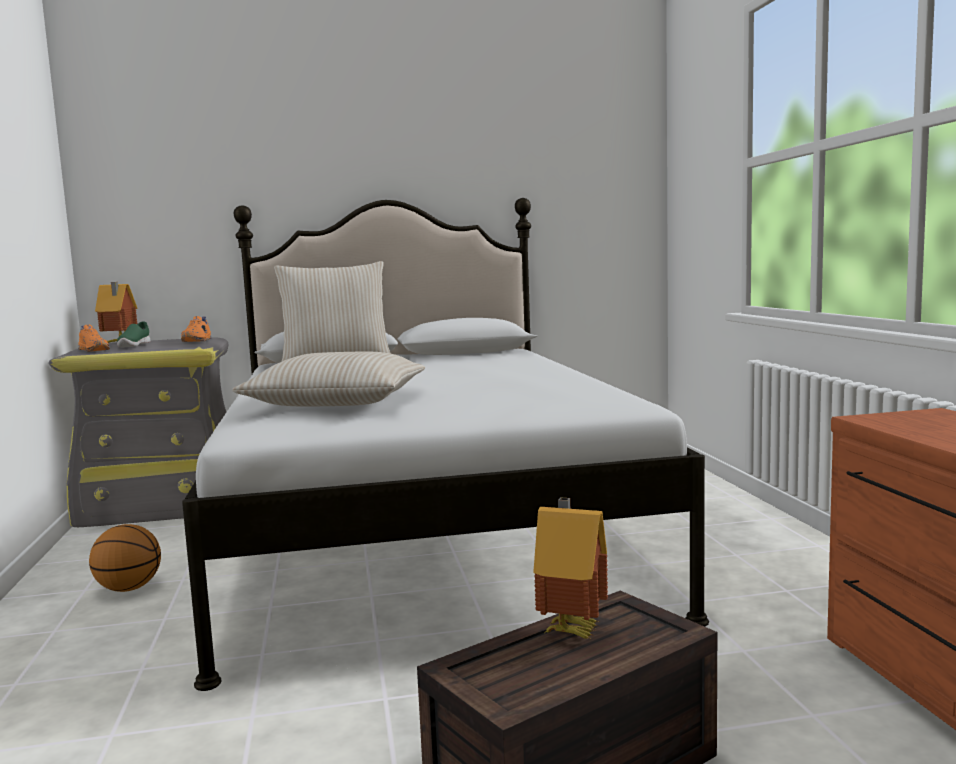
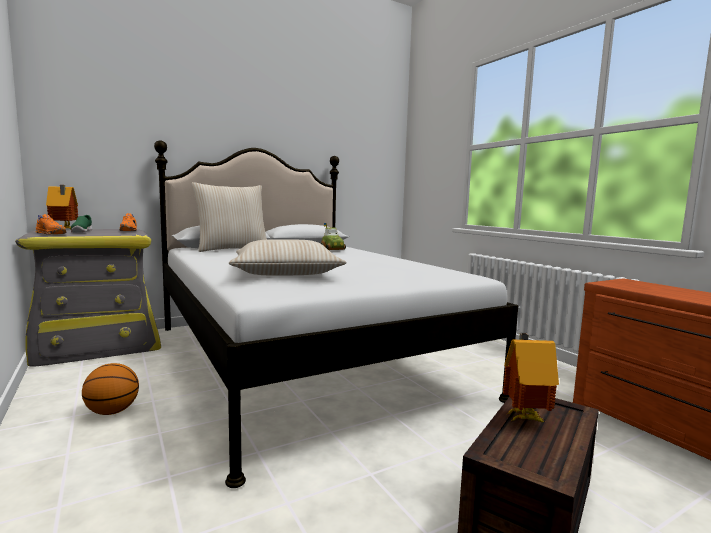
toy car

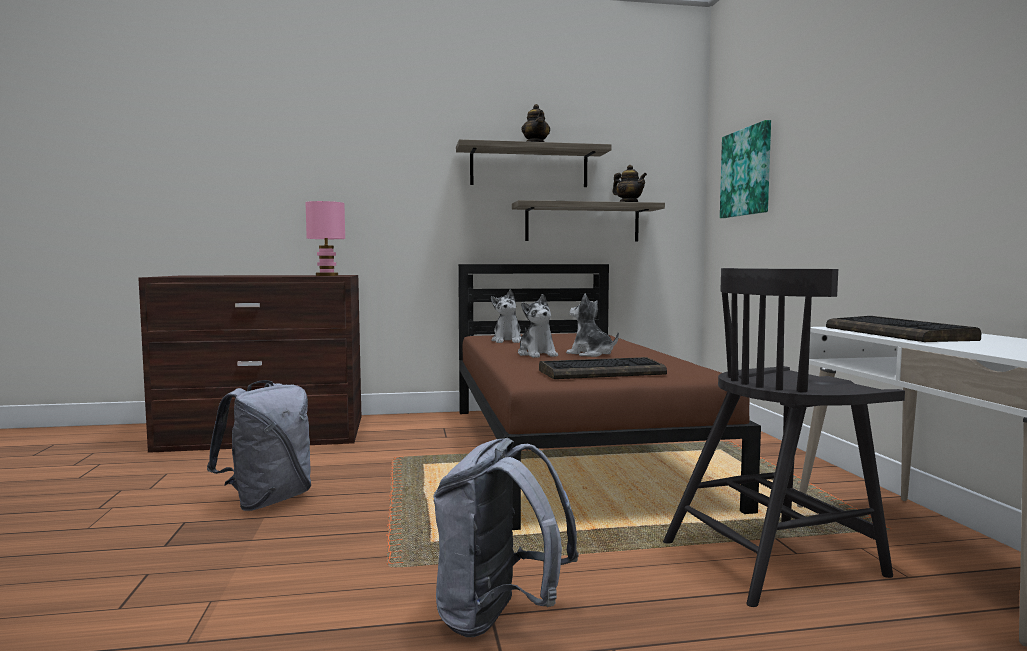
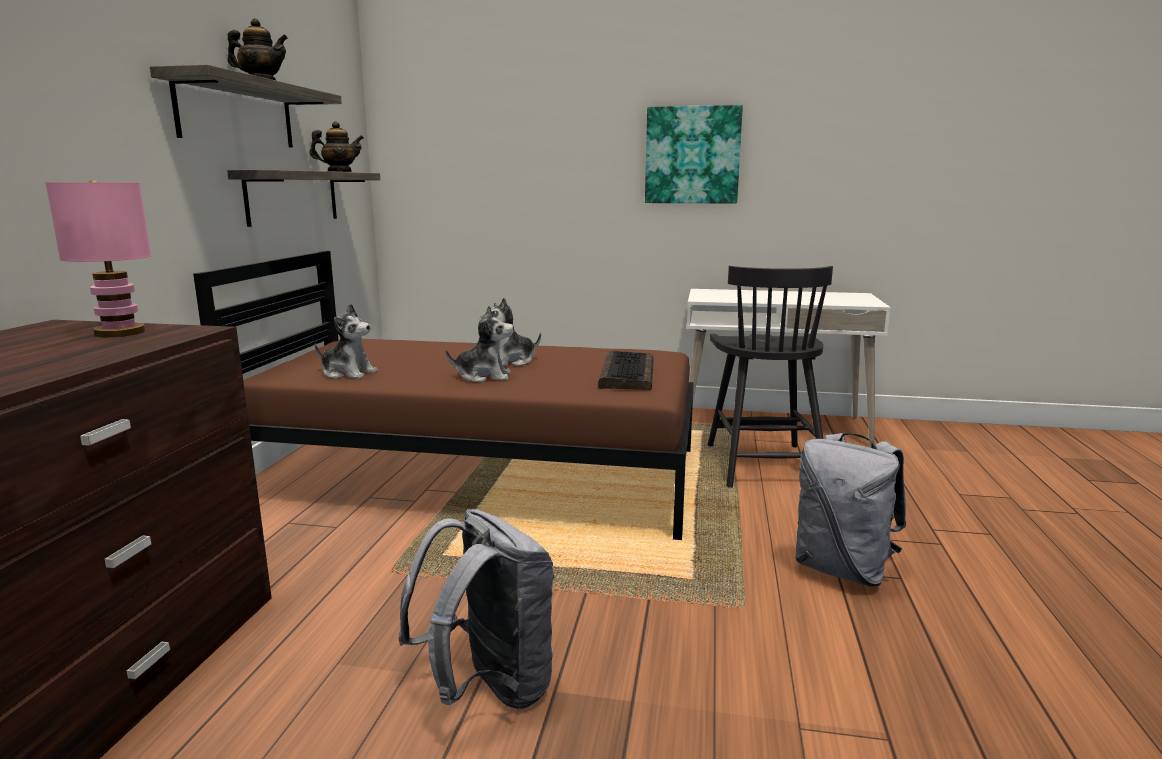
picture; keyboard (2nd from left in the first image)

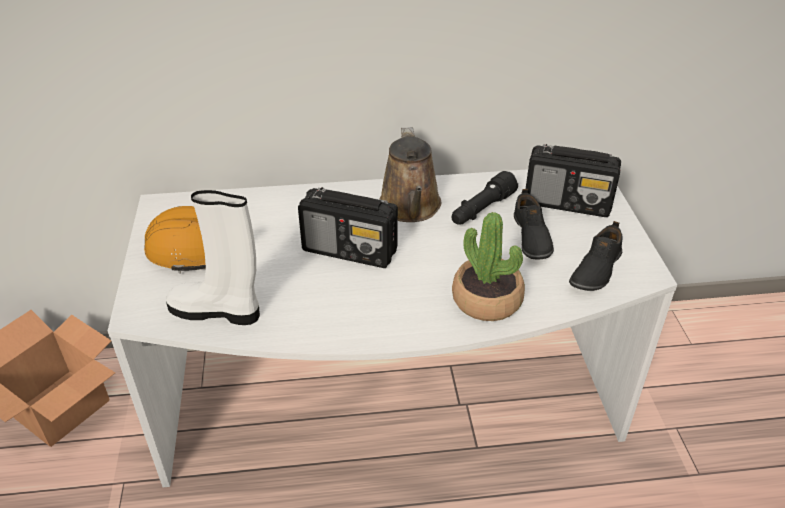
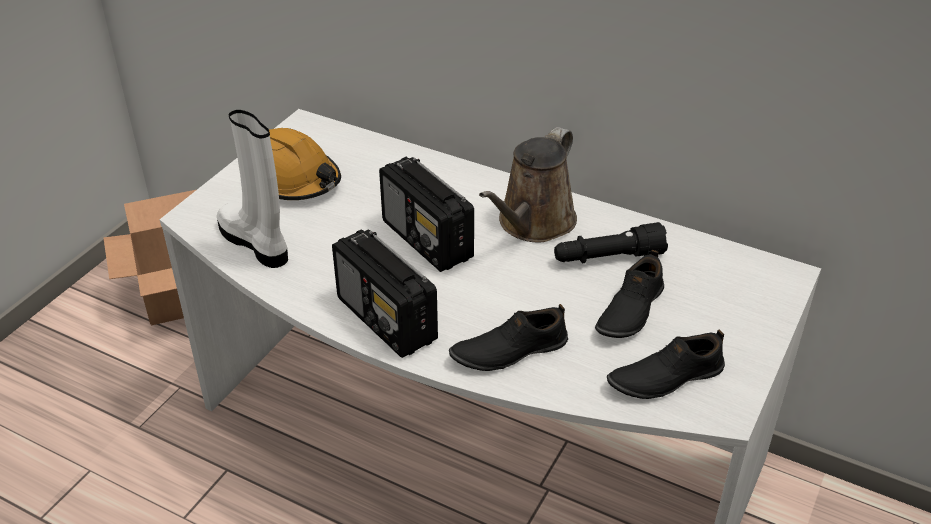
radio (1st from left); shoe in black (1st from left)

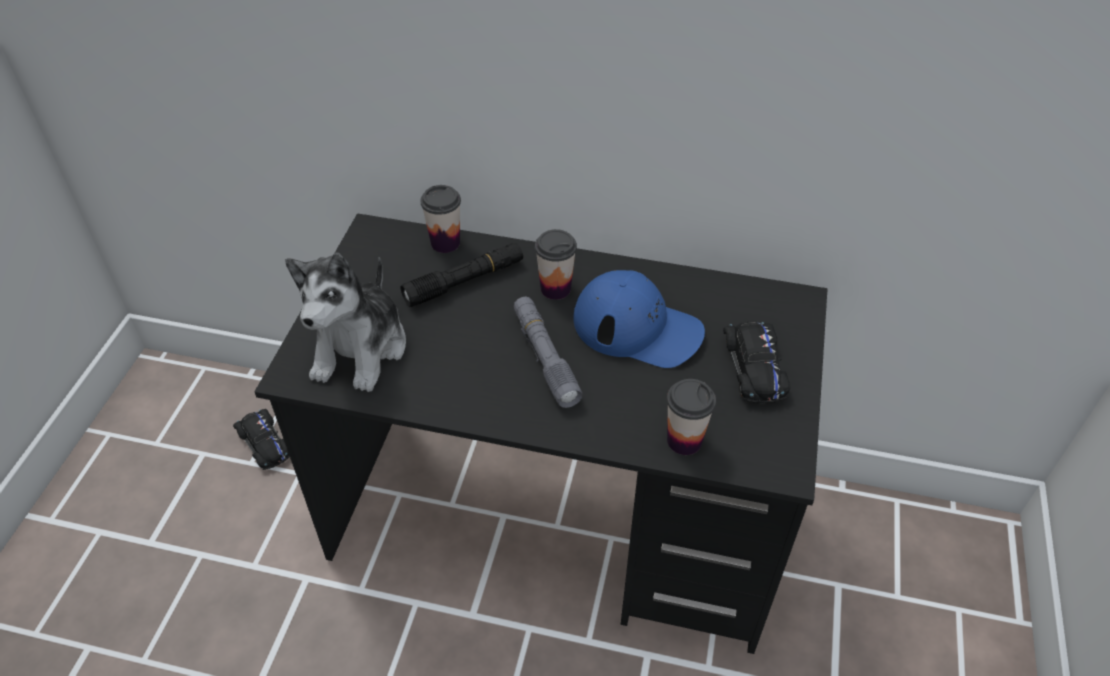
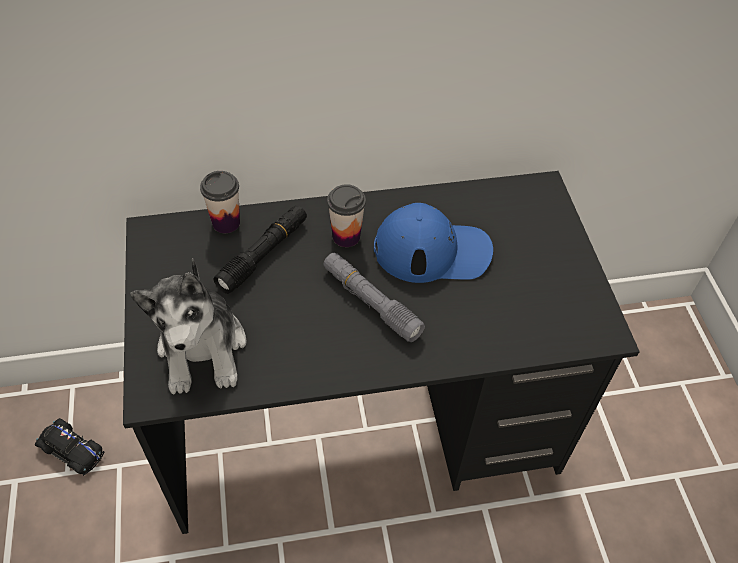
cup (3rd from left in the first image); toy car in black (2nd from left in the first image)

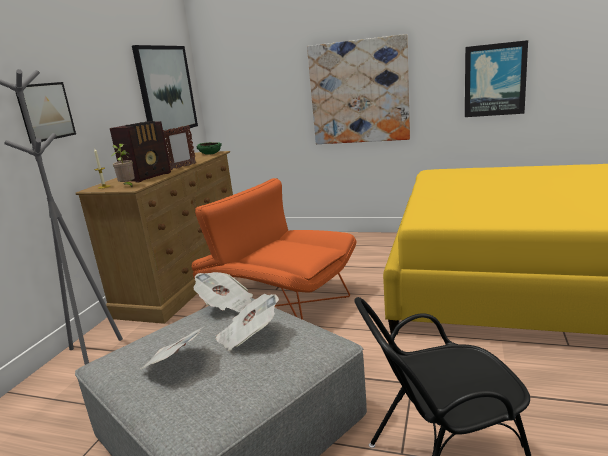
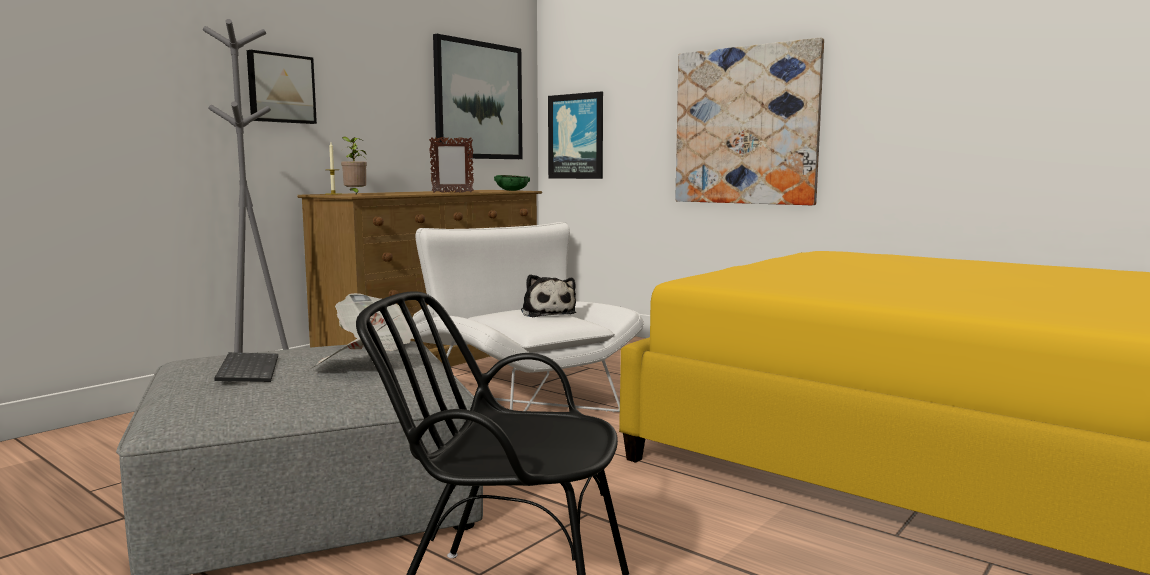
keyboard; armchair in white; plush toy; picture (3rd from left); radio

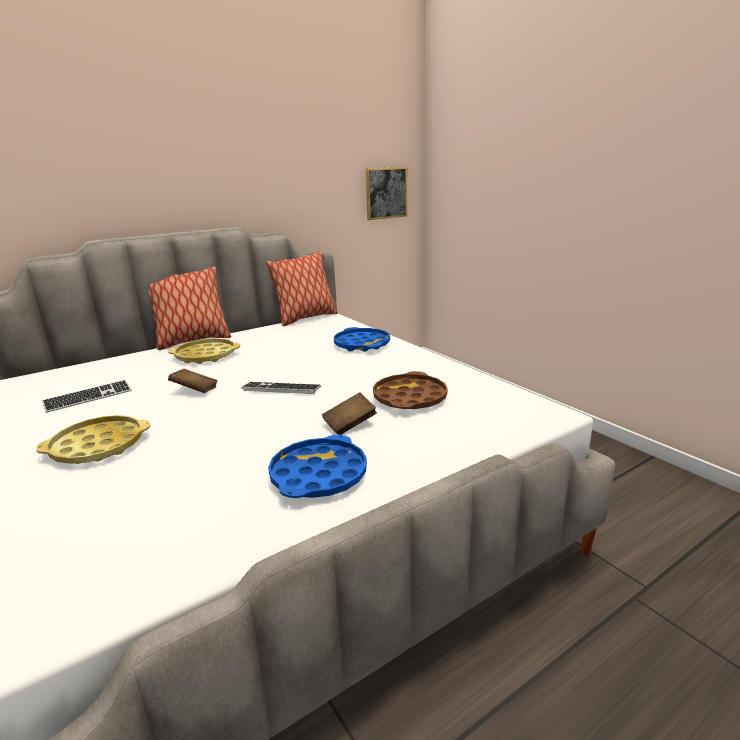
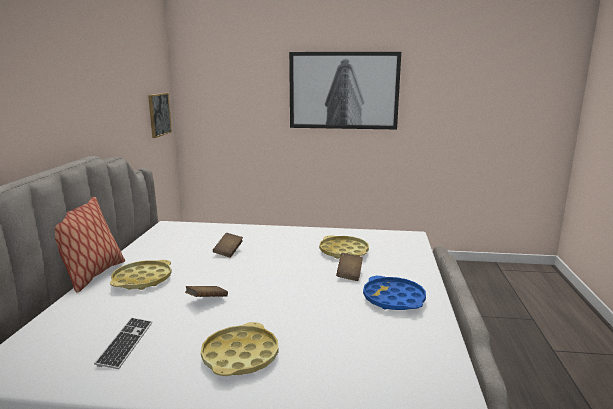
book in brown (2nd from left); picture (2nd from left); tray in yellow (3rd from left); keyboard (2nd from left in the first image); pillow (2nd from left in the first image); tray in blue (2nd from left in the first image)

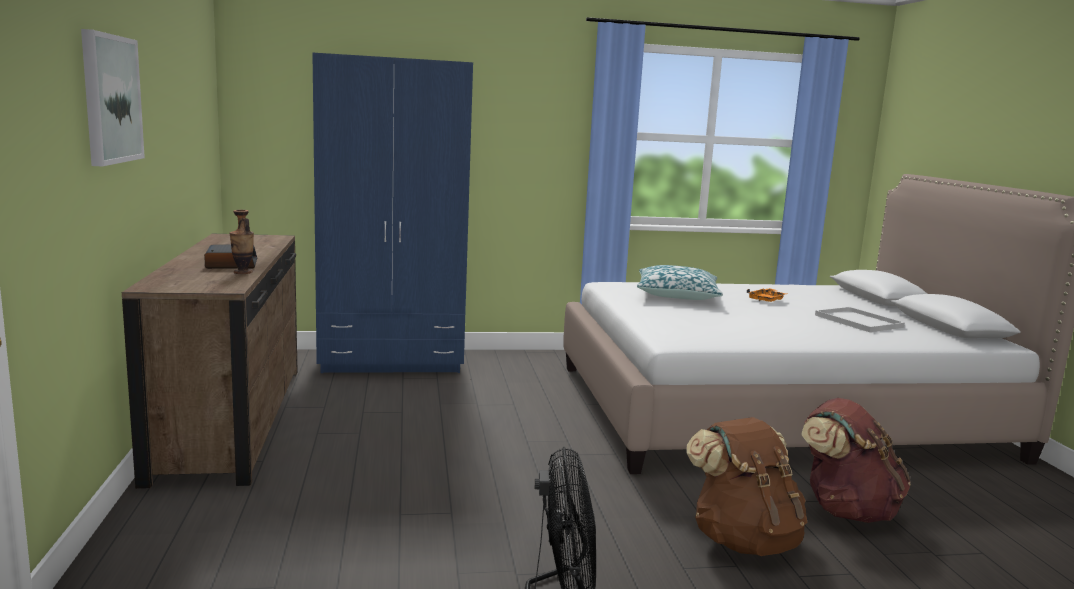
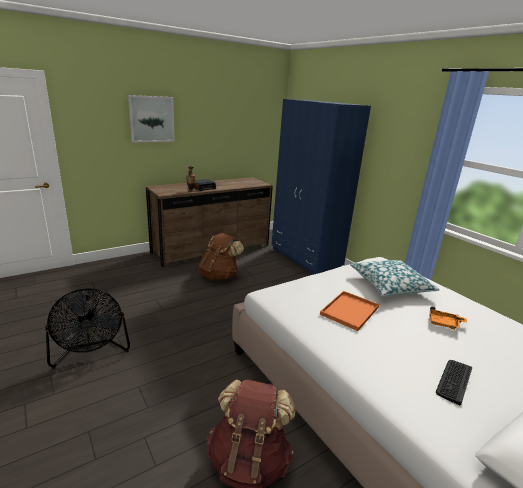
backpack in brown (1st from left); tray in orange (1st from left); keyboard

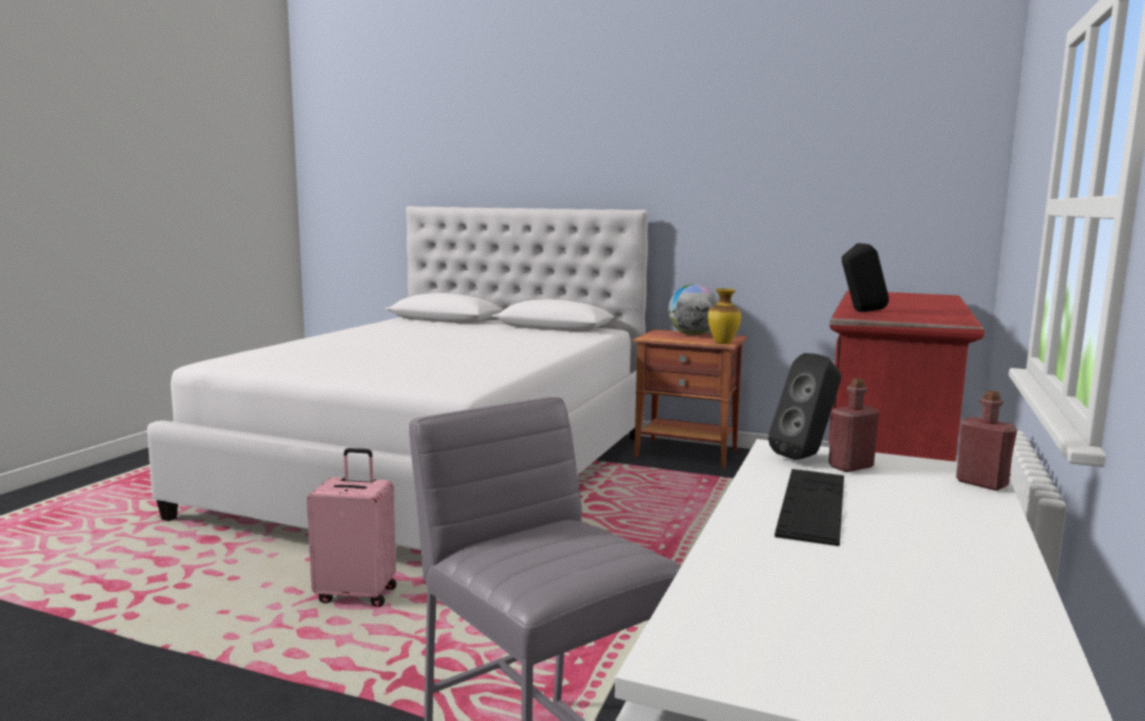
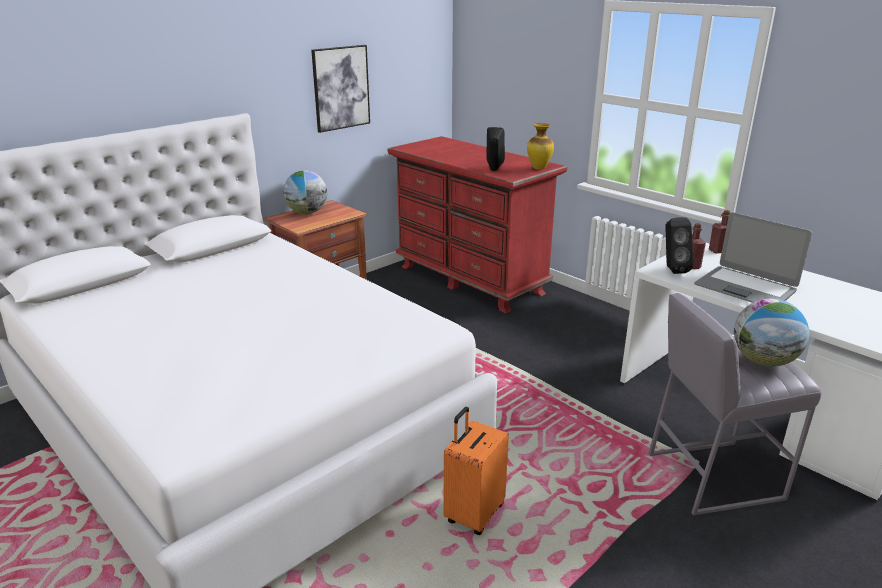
picture; suitcase in orange; vase; laptop; globe (2nd from left)

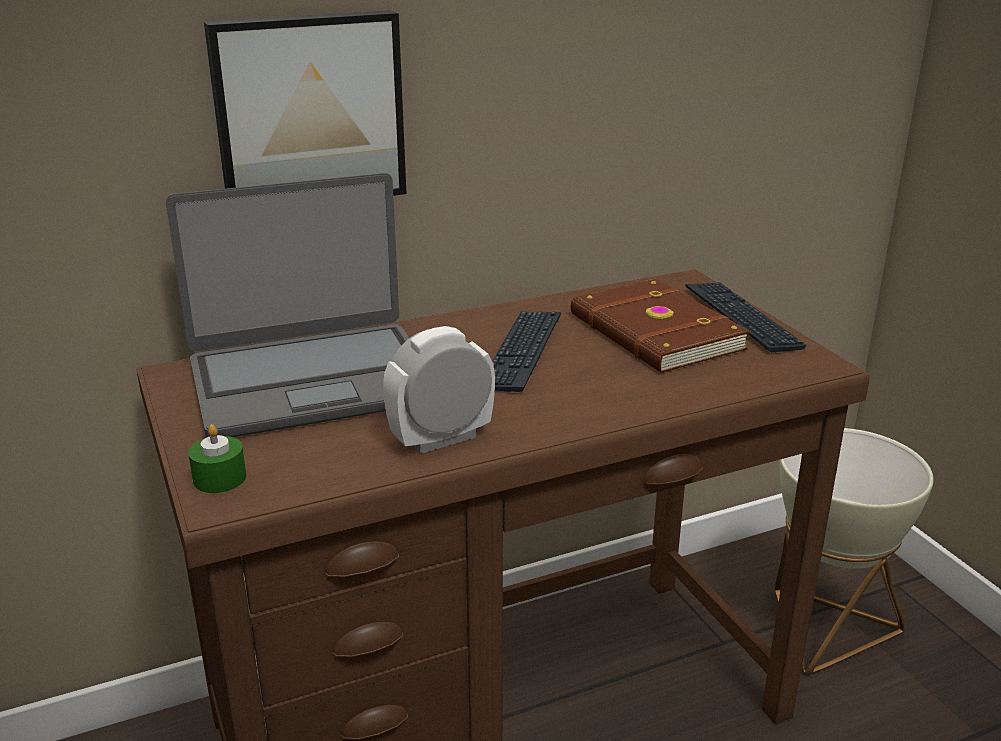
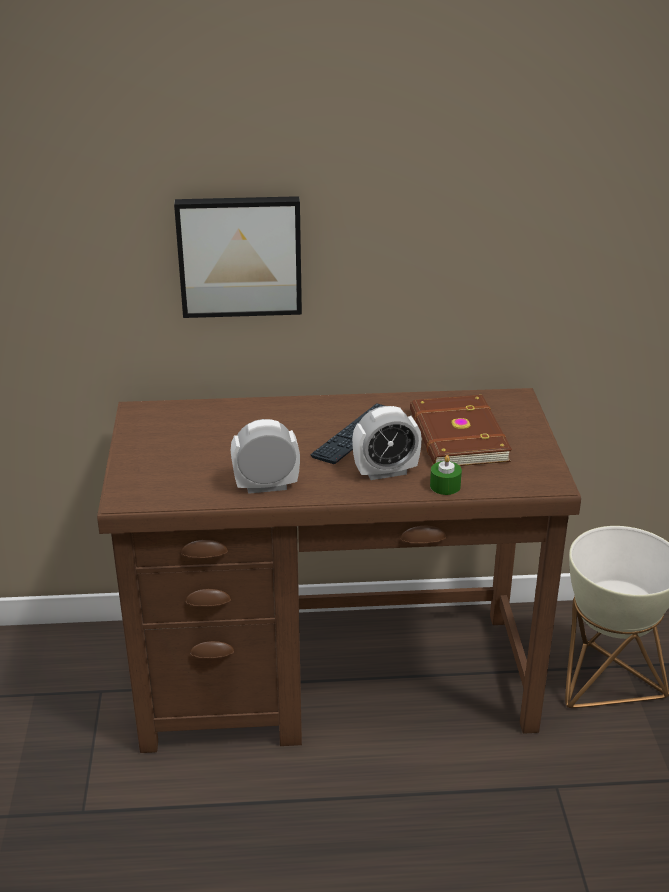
alarm clock (2nd from left); candle in green; laptop; keyboard (2nd from left in the first image)

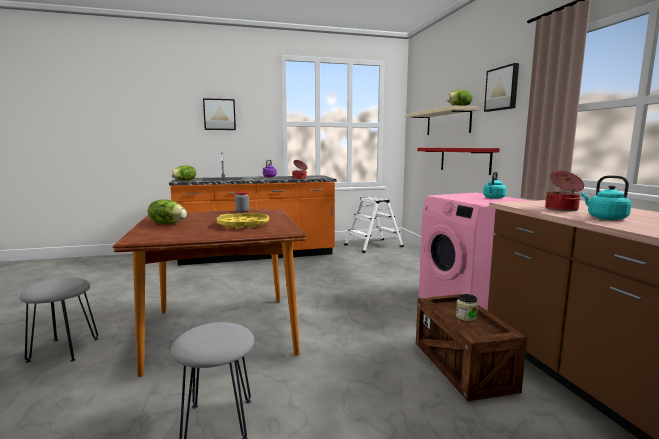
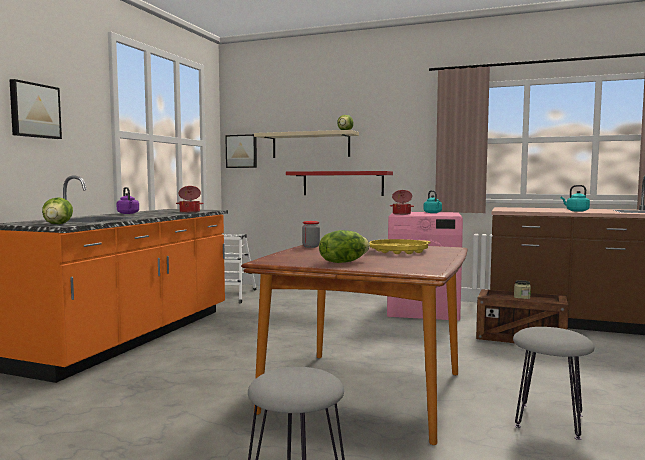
picture (2nd from left); cooking pot (2nd from left)

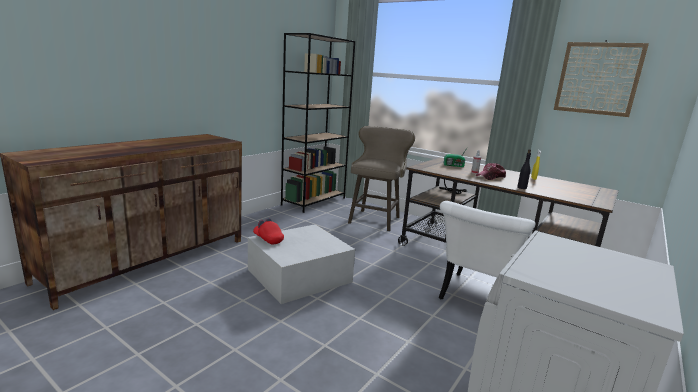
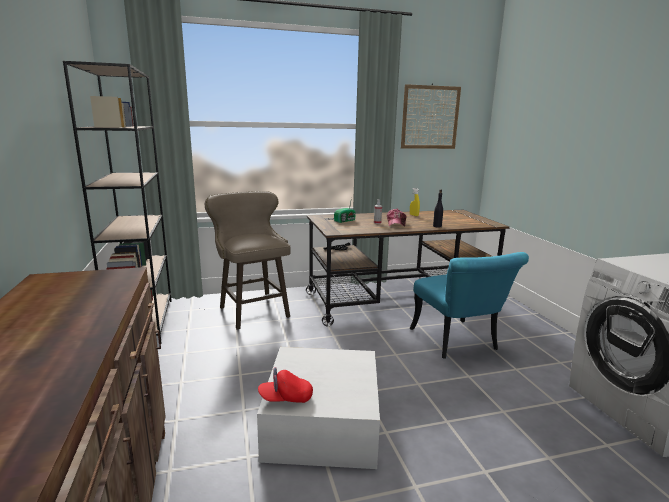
chair in turquoise

